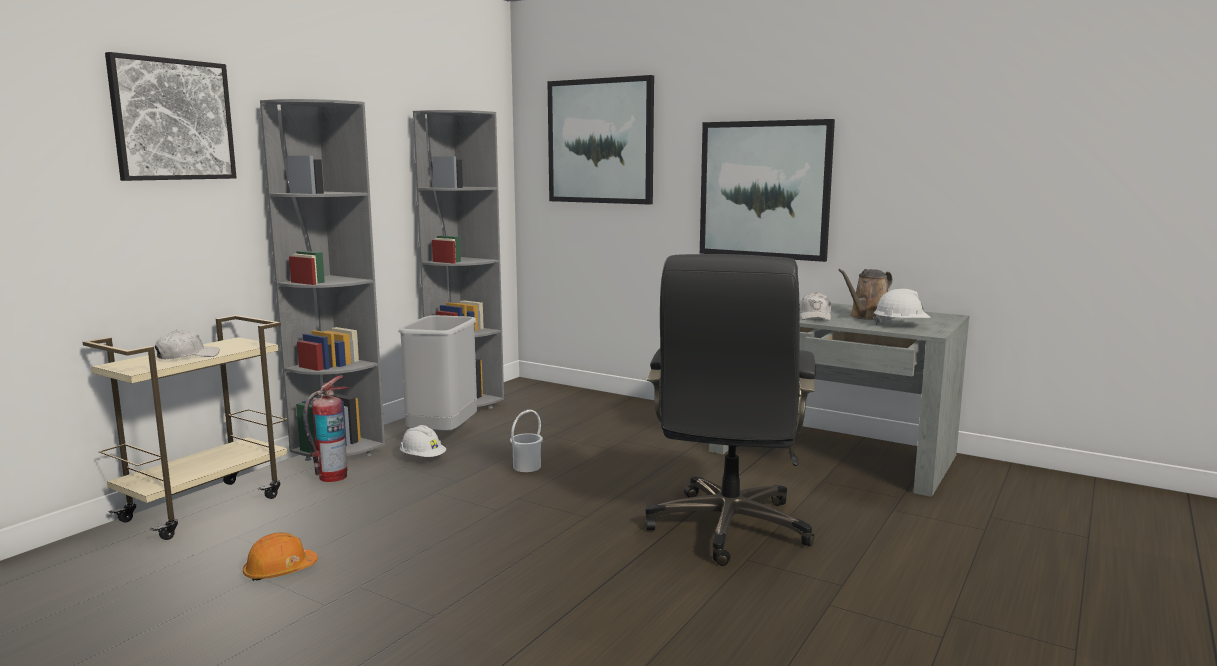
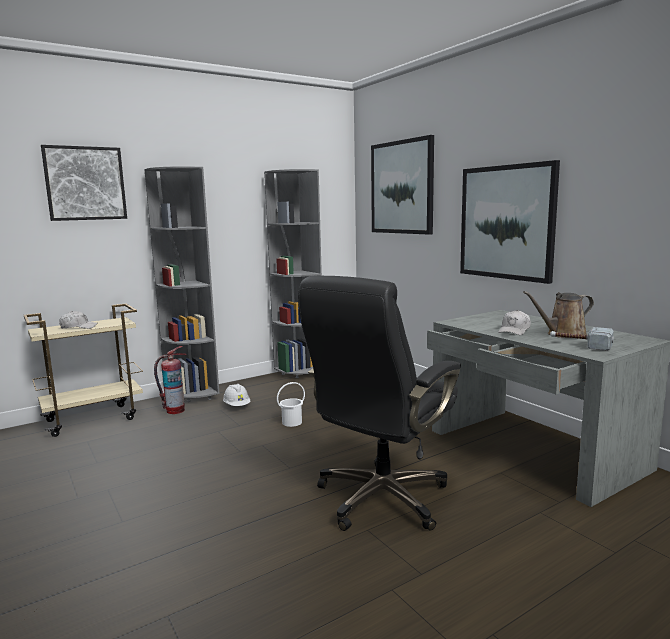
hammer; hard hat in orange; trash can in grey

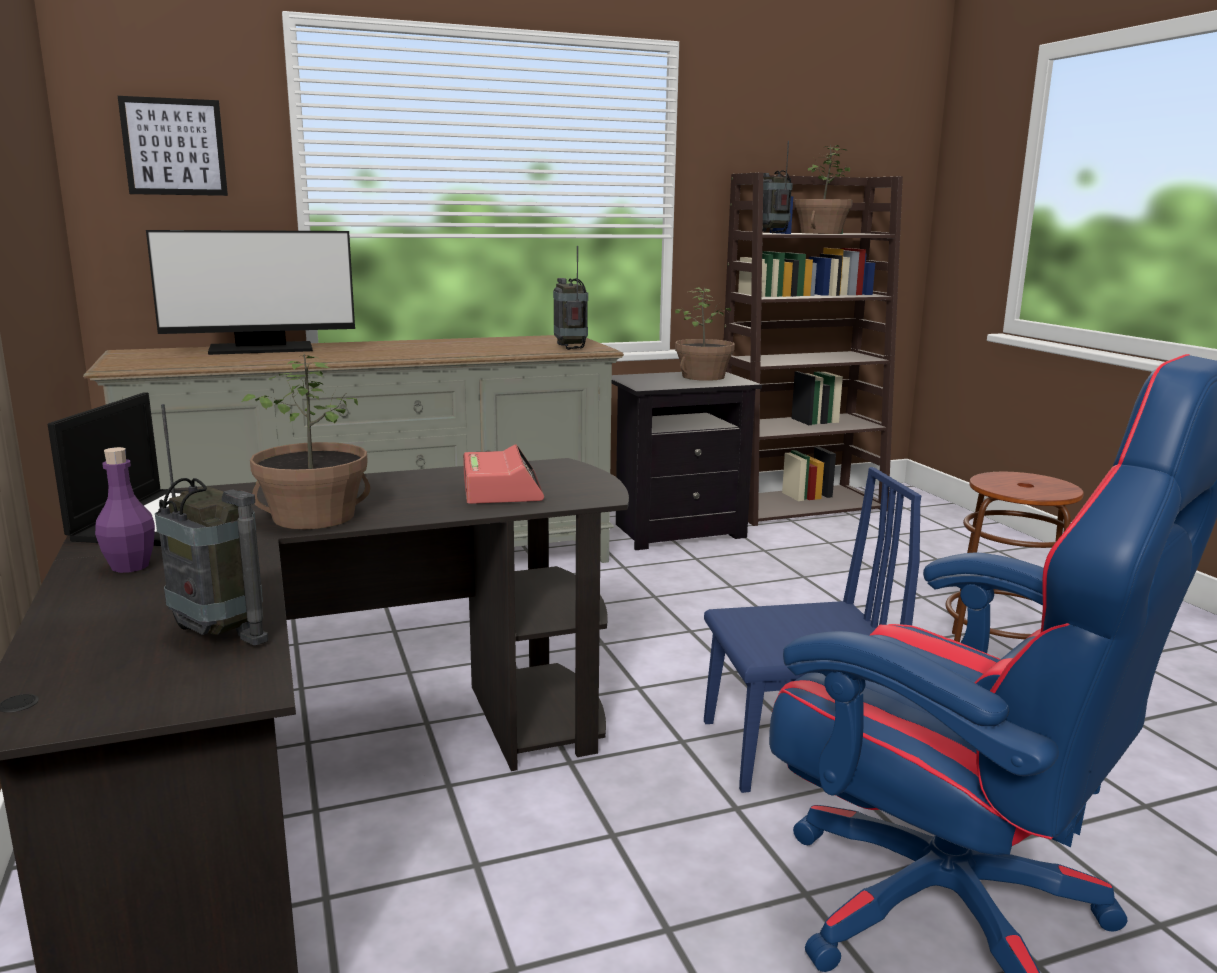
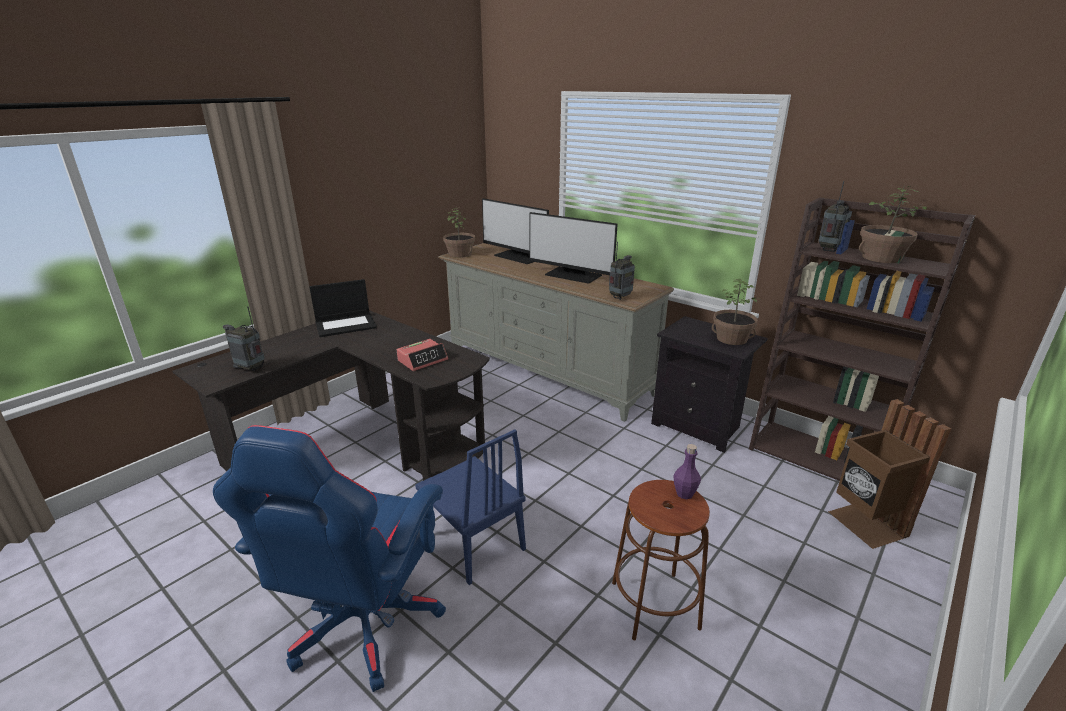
radio (1st from left); potted plant (1st from left); monitor (2nd from left); bottle in purple; trash can in brown; picture

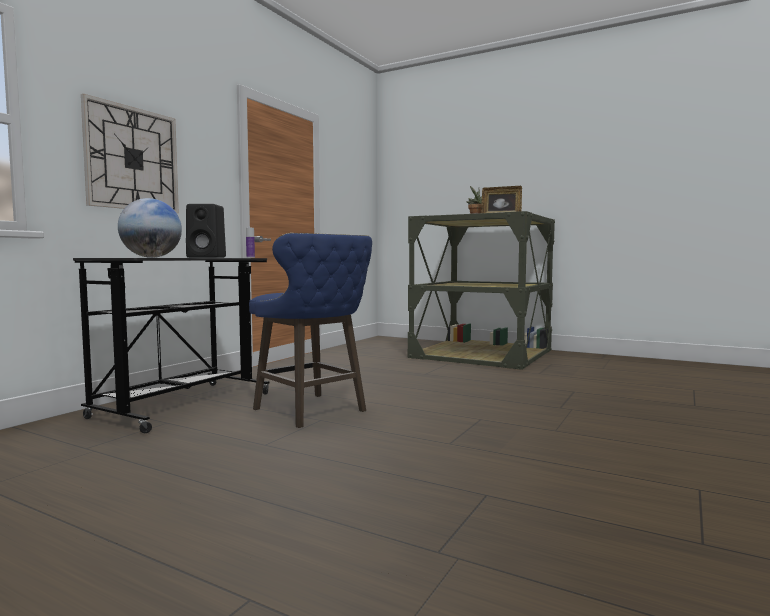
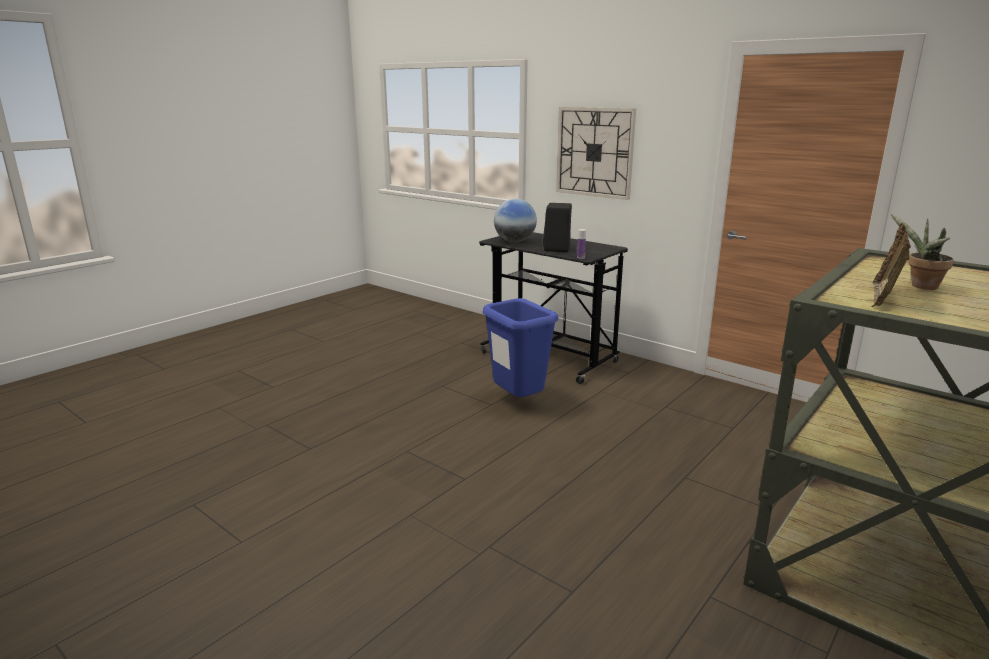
trash can in blue

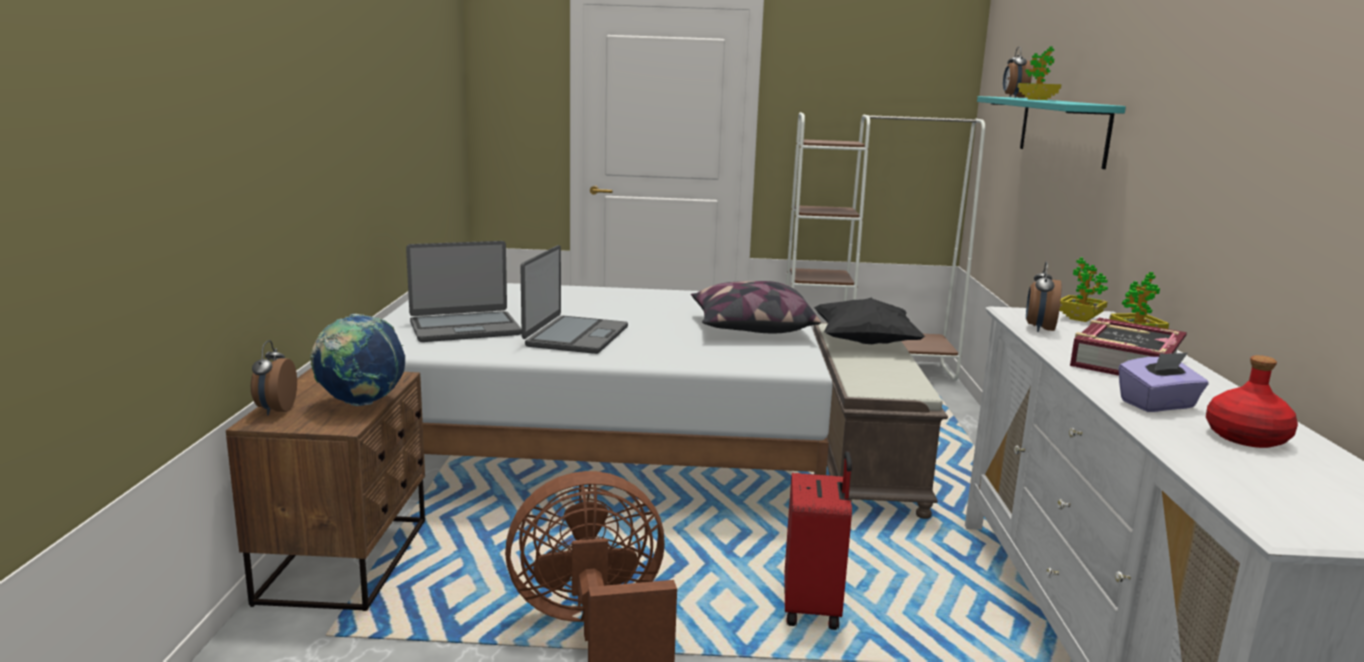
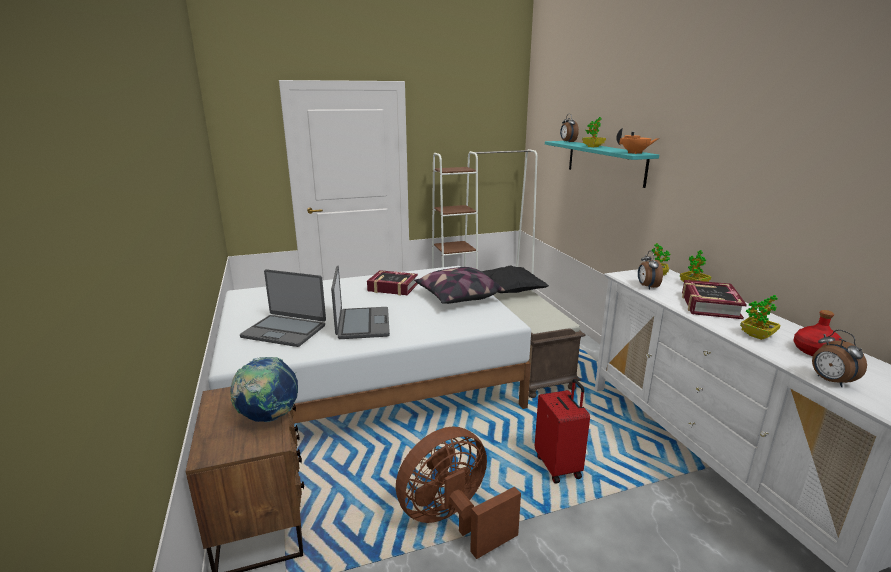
laptop (1st from left); book (1st from left); teapot in orange; potted plant (4th from left); alarm clock (3rd from left)

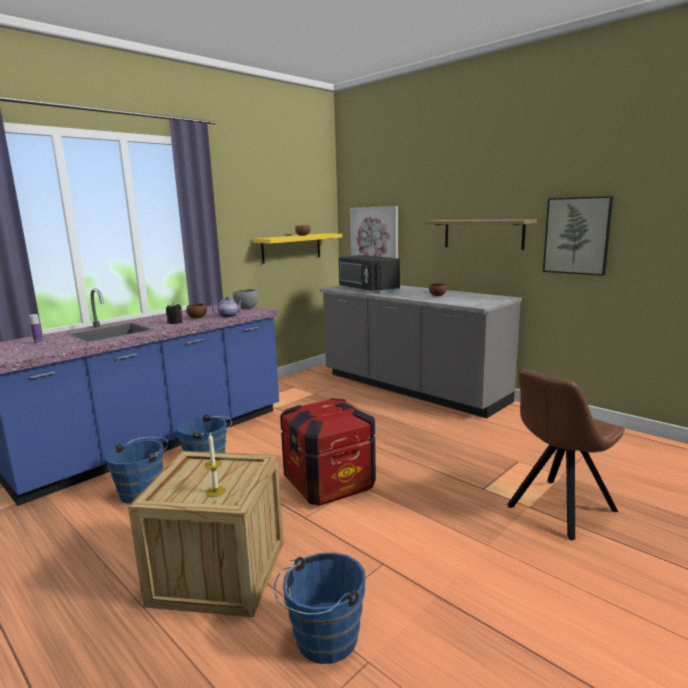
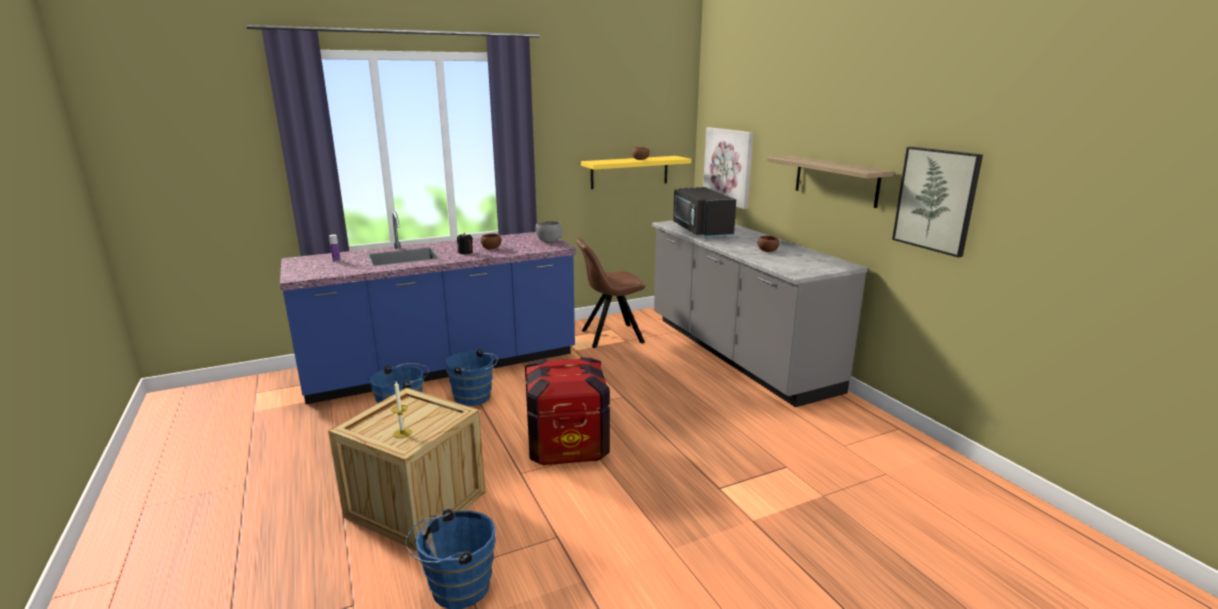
chair in brown; teapot

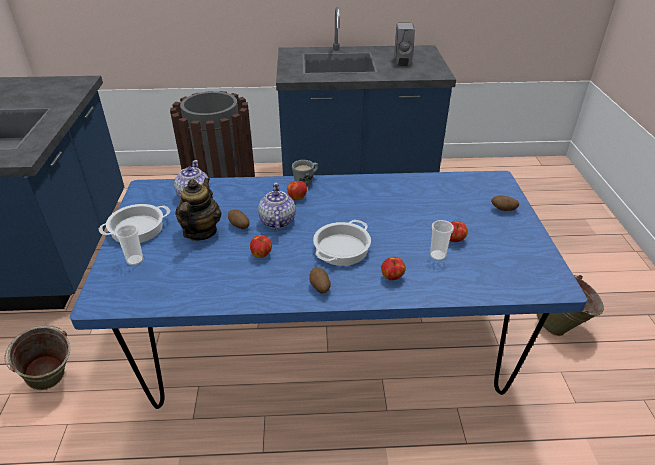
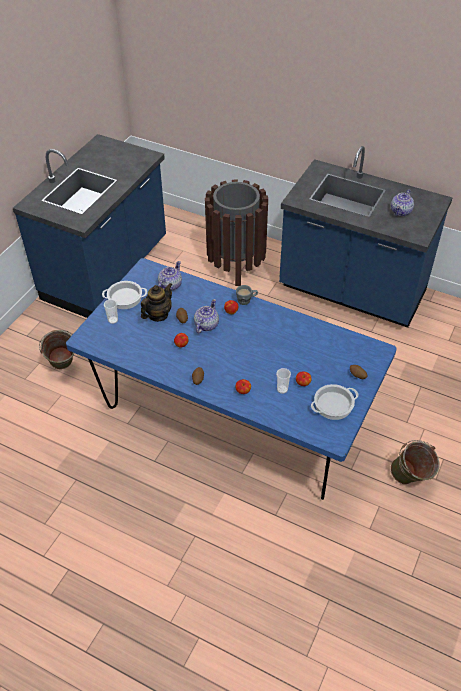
cooking pot (2nd from left); teapot (4th from left)

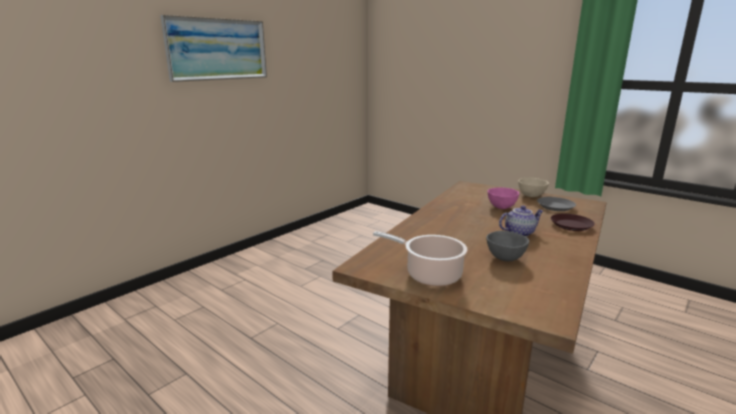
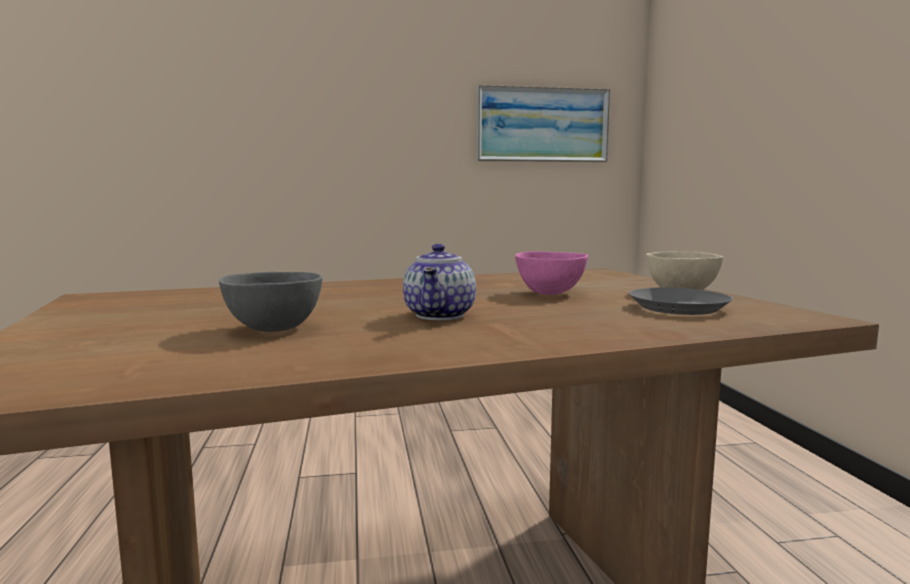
teapot; picture; cooking pot; plate in brown

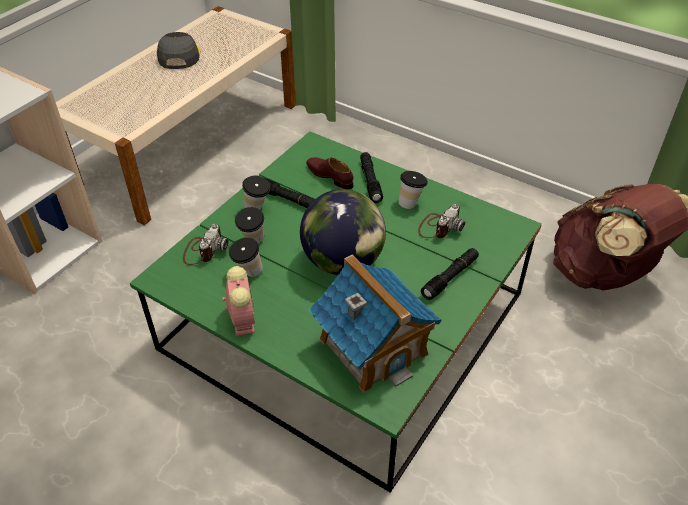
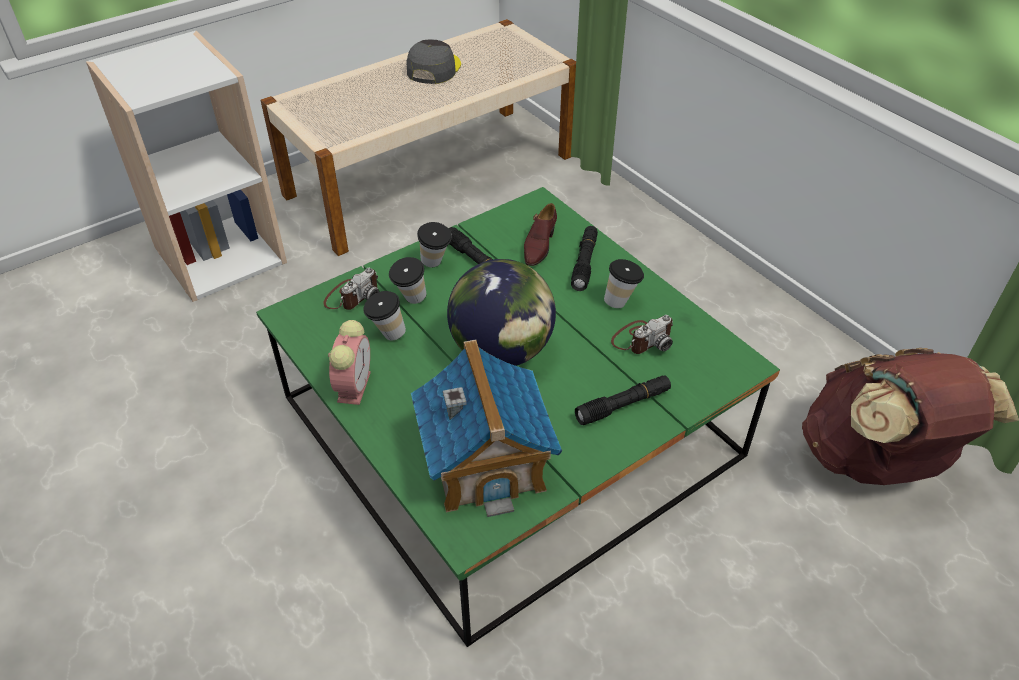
shoe in brown

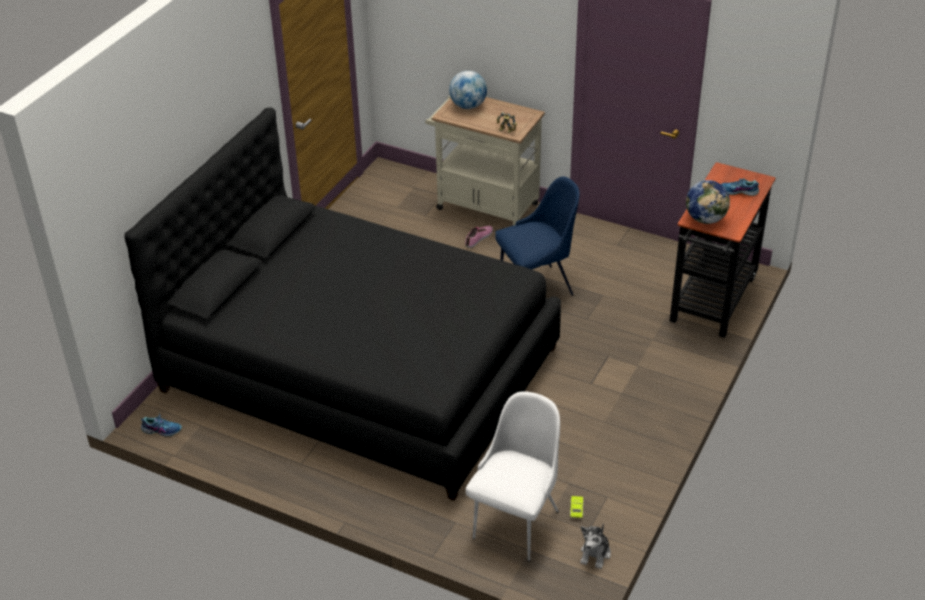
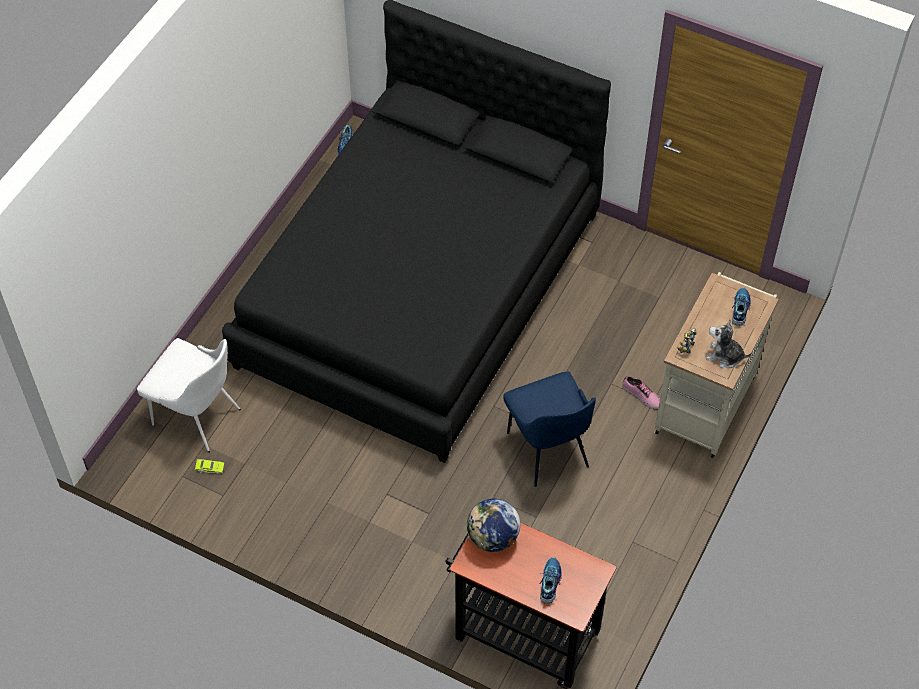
plush toy; shoe (4th from left)

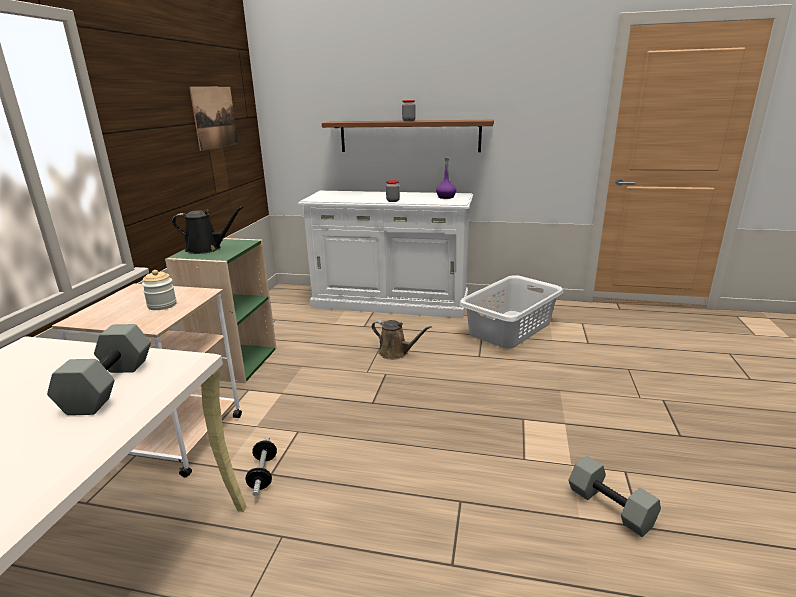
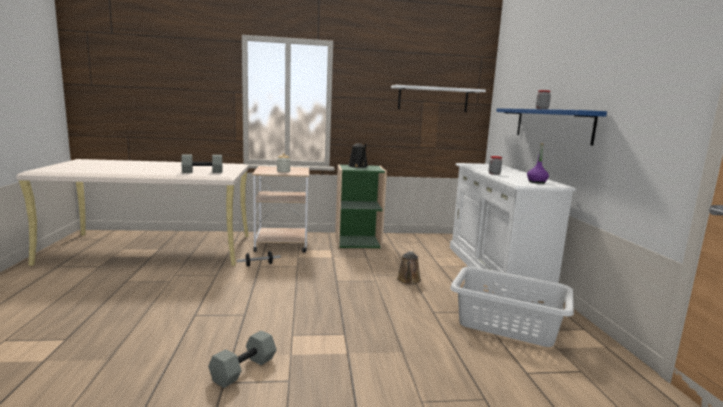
shelf in white; shelf in blue

